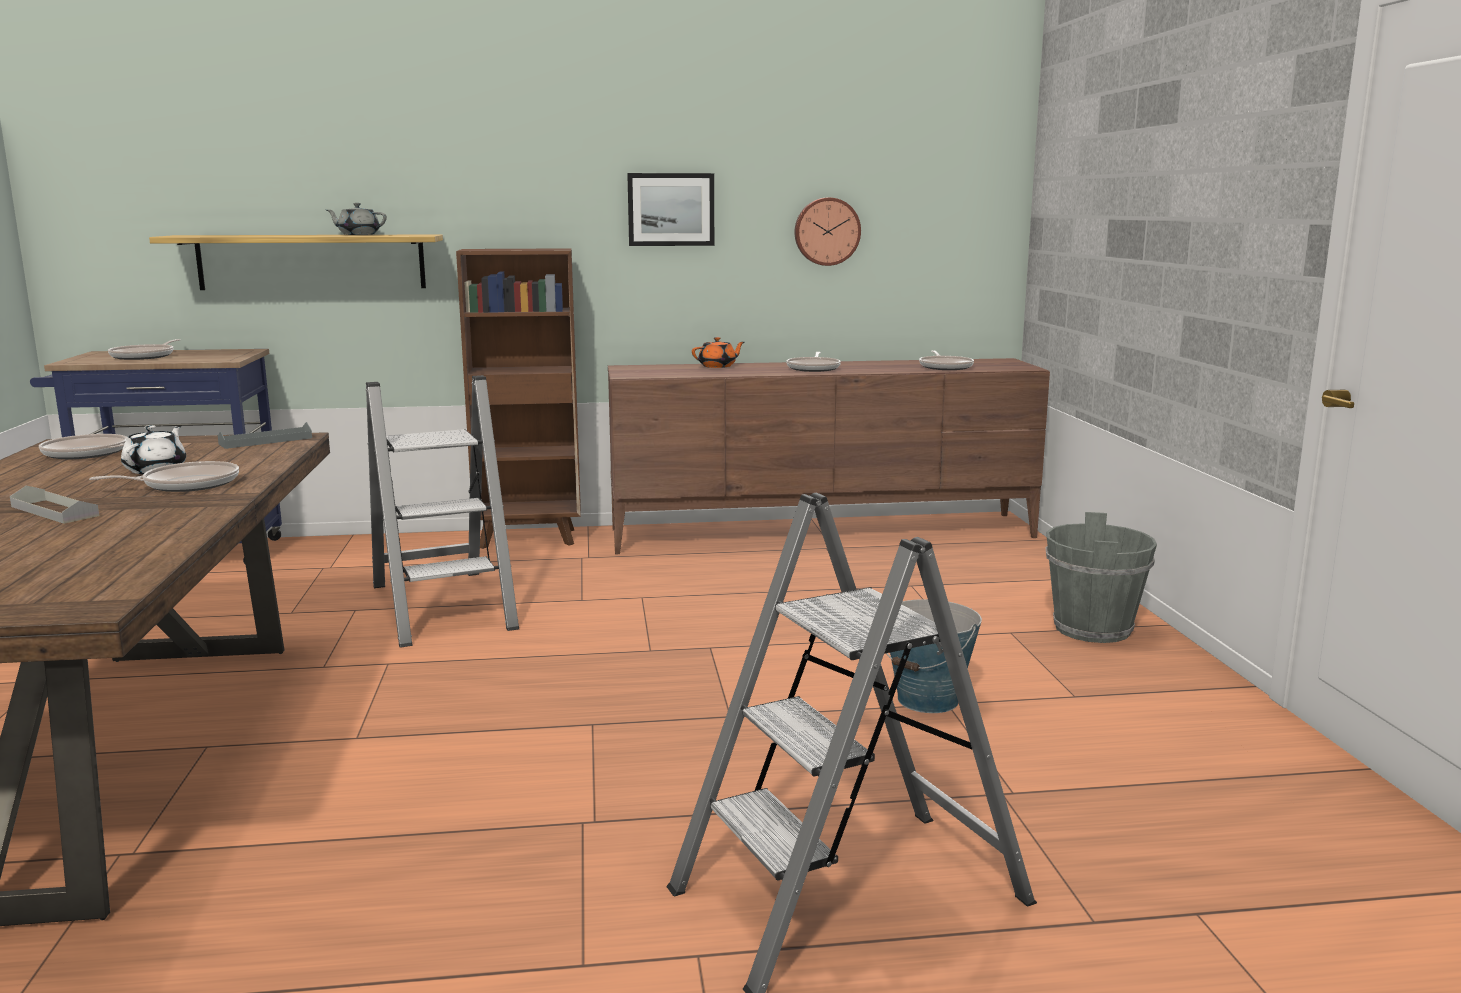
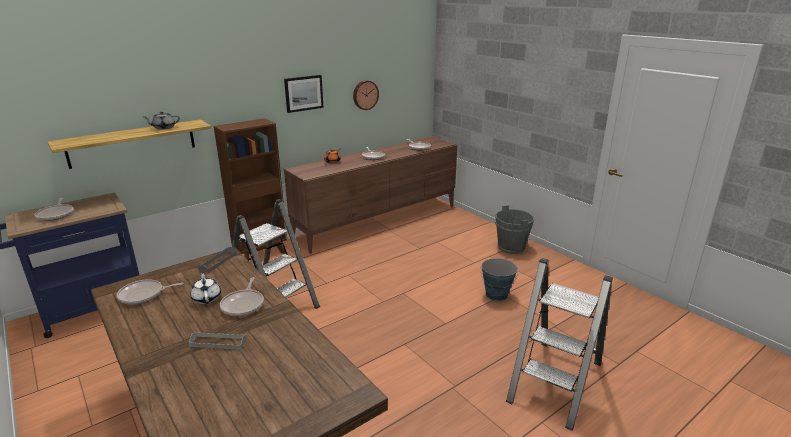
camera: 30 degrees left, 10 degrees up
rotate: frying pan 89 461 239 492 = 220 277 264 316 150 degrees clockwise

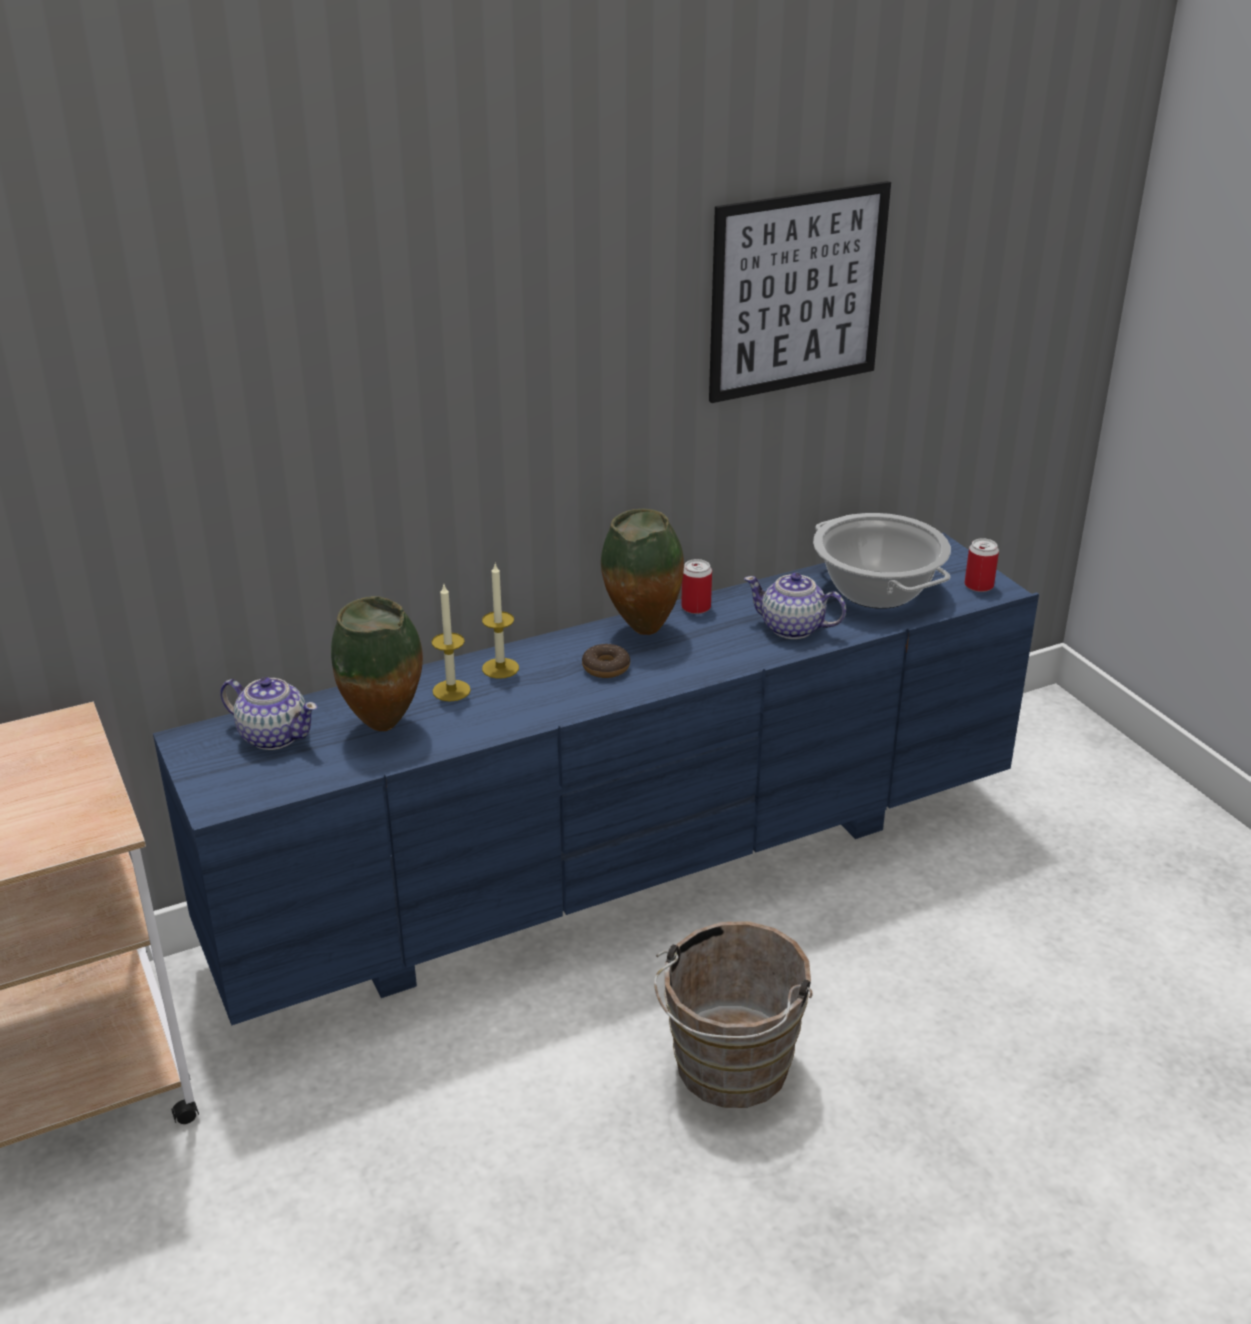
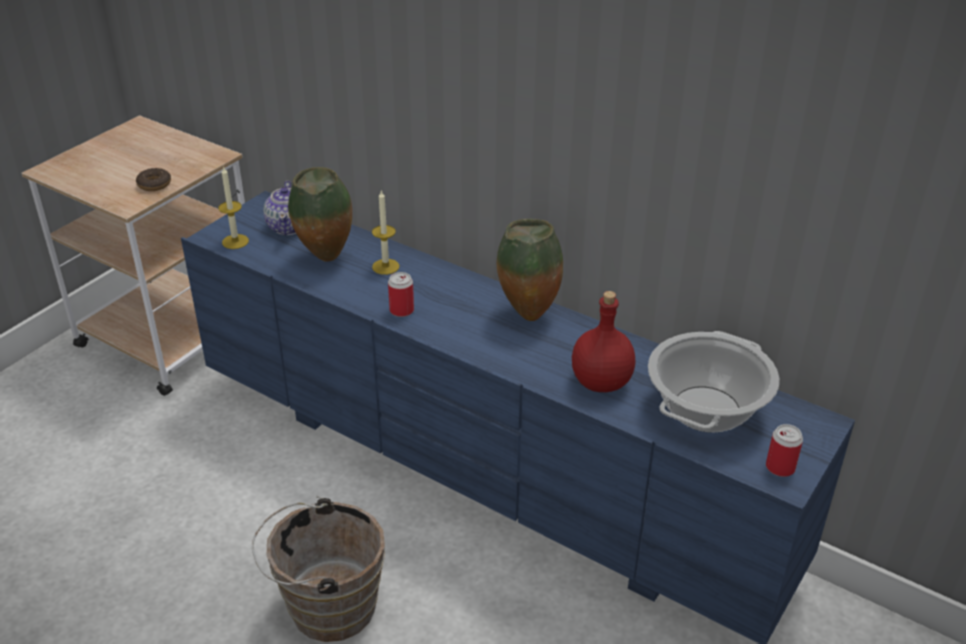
camera: 60 degrees right, 5 degrees up
delete: wall picture 709 181 891 403
move: donut 582 644 630 678 to 136 168 171 191; wax light 482 564 519 679 to 218 166 249 249; can 681 559 712 614 to 388 272 414 317
replace: pot for tea 744 573 846 639 to red-coloured beverage bottle 572 291 635 392

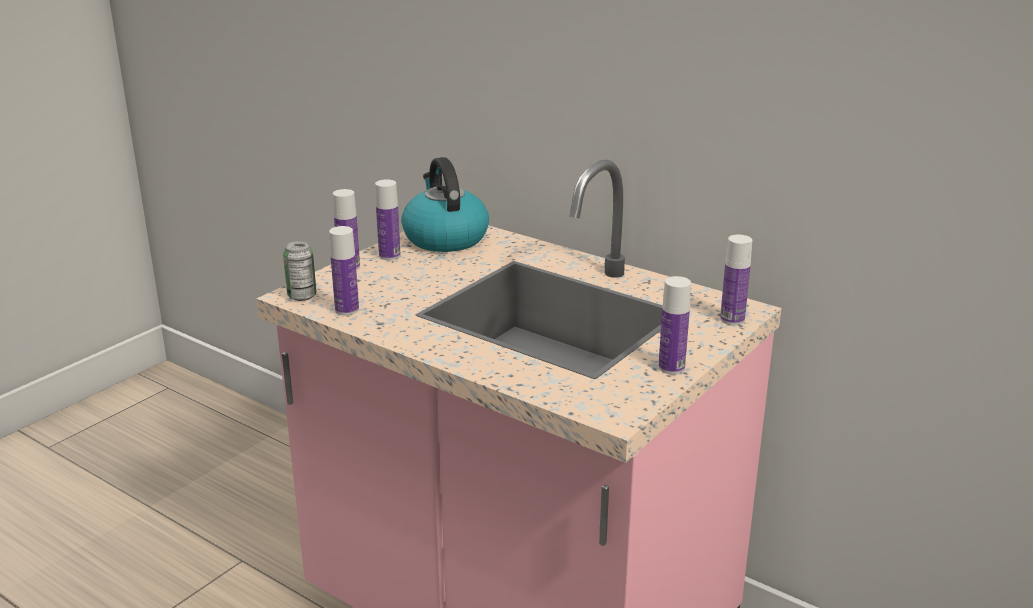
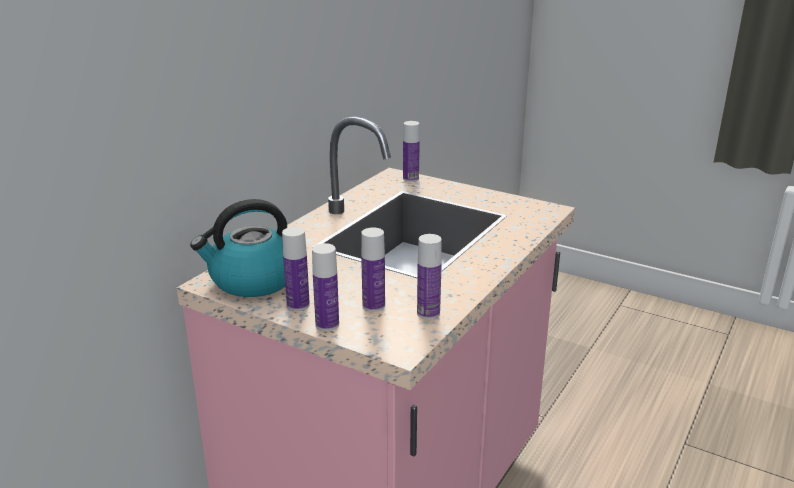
camera: 95 degrees left, 0 degrees up
delete: can 283 241 317 301
move: beverage bottle 658 276 691 375 to 361 228 385 312

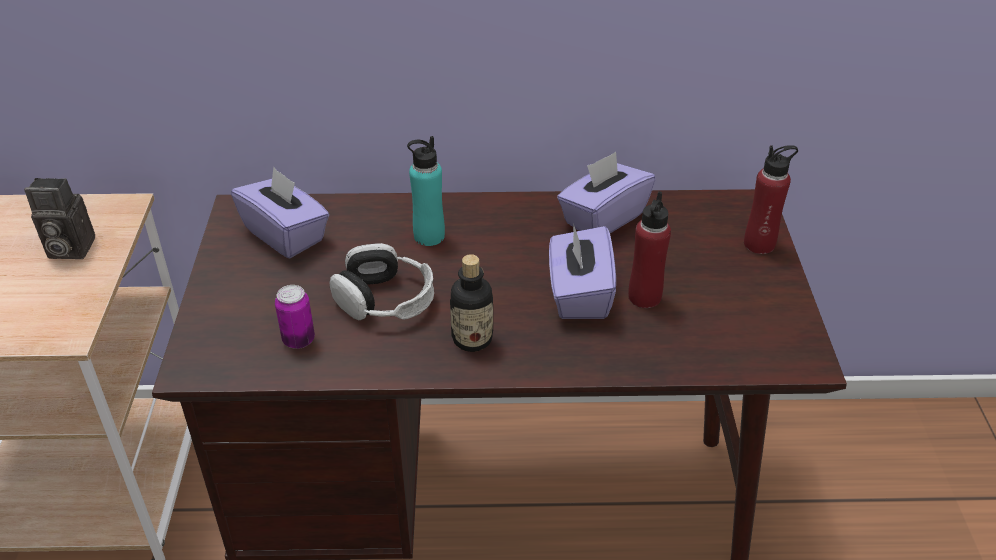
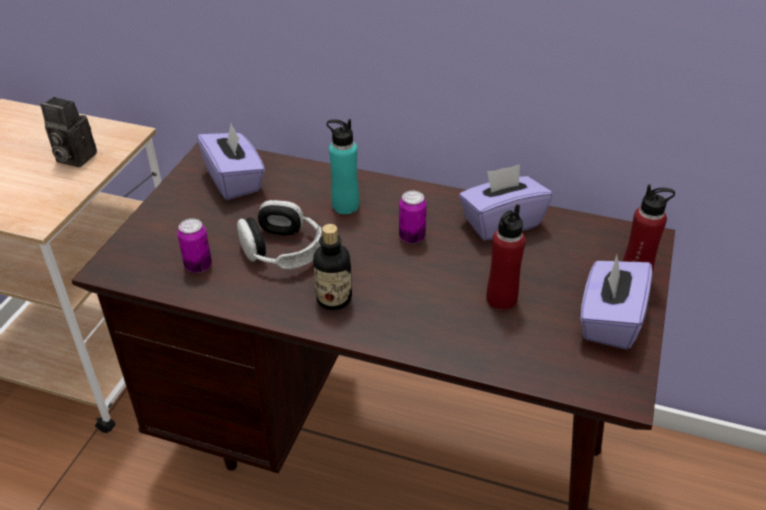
camera: 20 degrees right, 0 degrees up
insert: can 399 191 427 244
move: purple tissue box 549 224 616 319 to 580 255 652 350

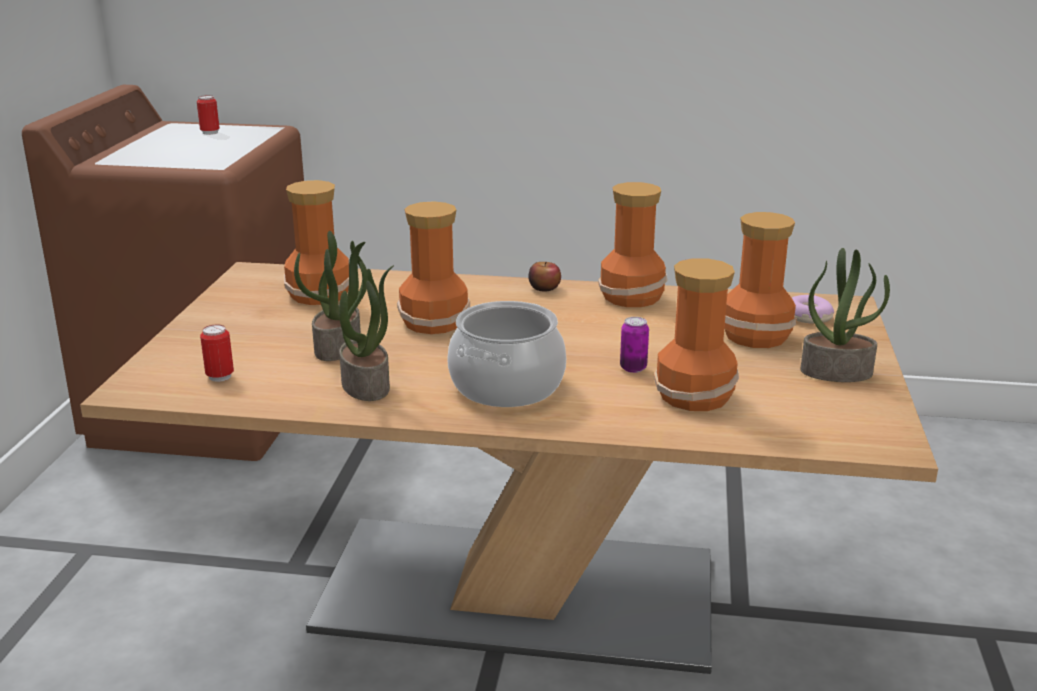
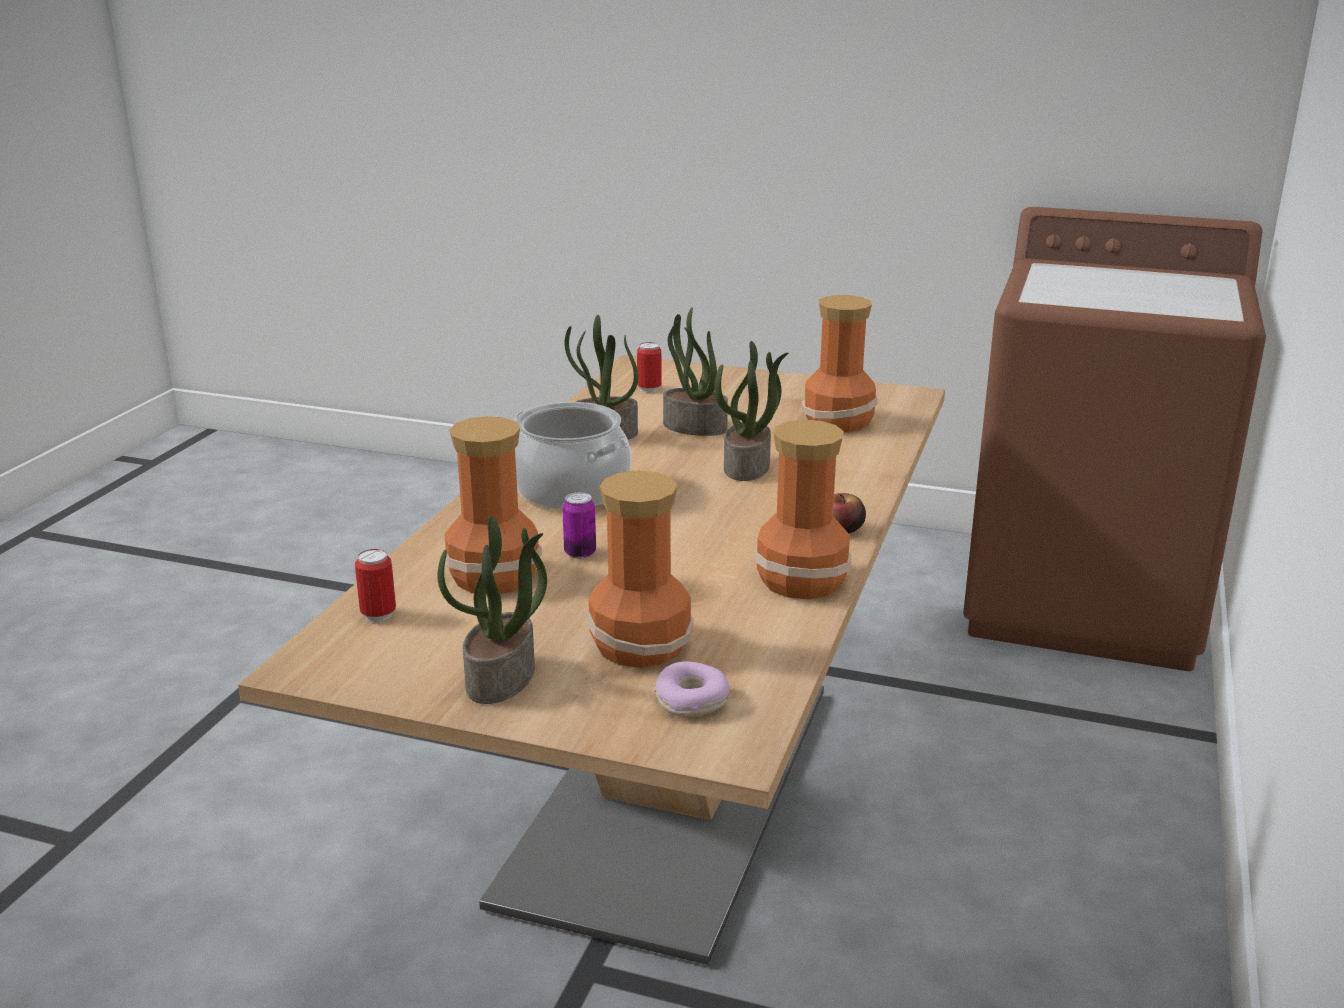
camera: 100 degrees right, 0 degrees up
move: can 197 95 220 135 to 355 549 396 622
replace: flower vase 397 201 470 334 to houseplant 714 341 788 481

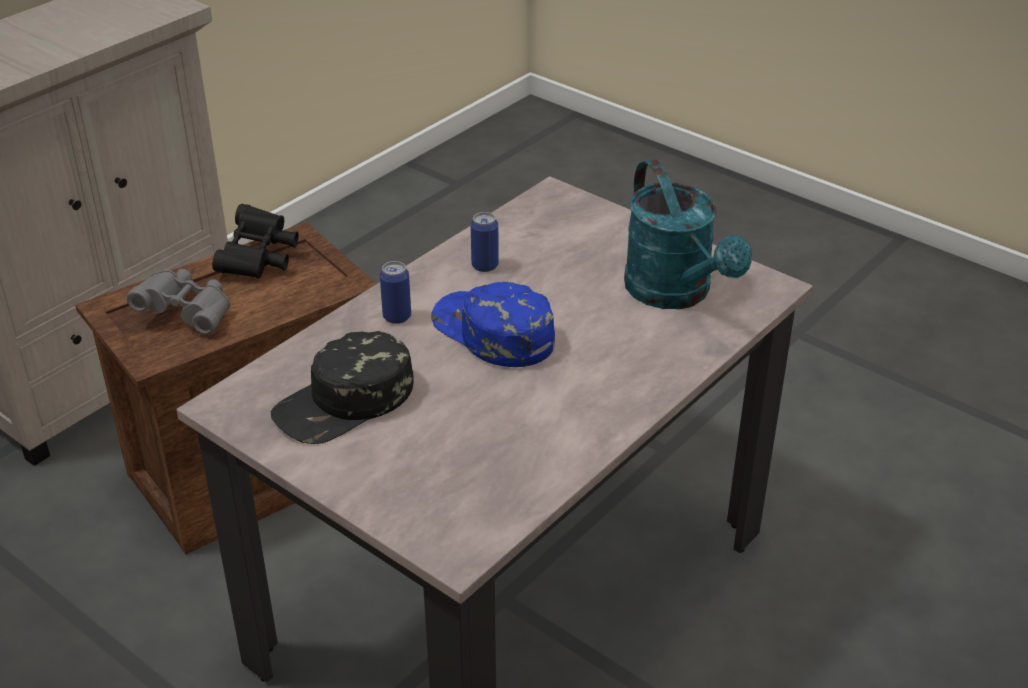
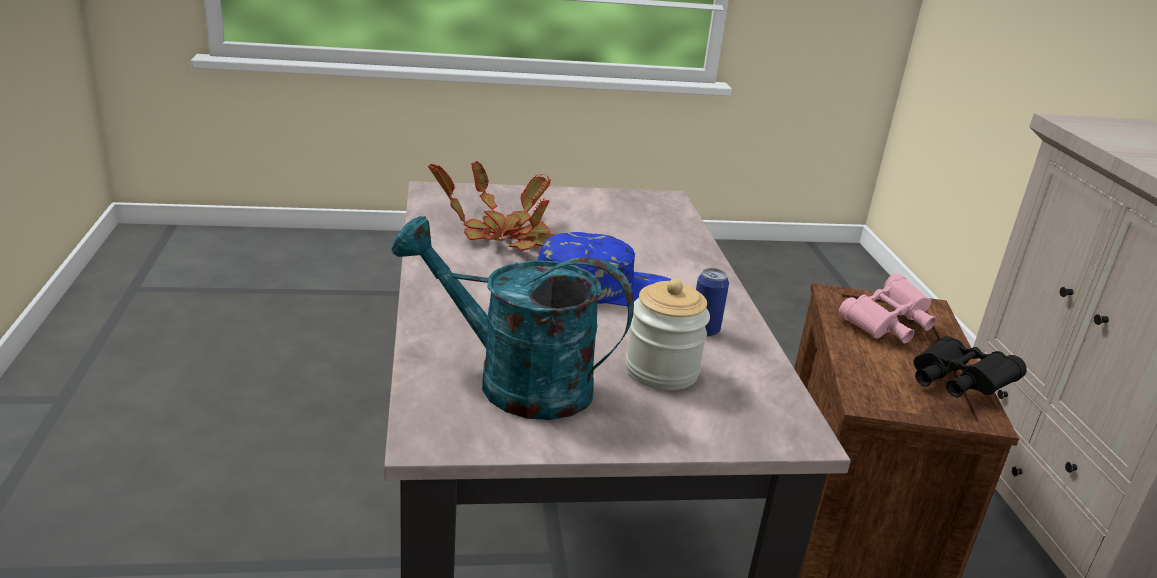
camera: 130 degrees right, 10 degrees down
delete: blackish cap 271 331 414 444; can 380 261 411 324
insert: houseplant 428 161 556 251; jar 626 279 710 390
recolor: grey binoculars 126 269 231 334 to pinkish binoculars 839 273 936 344

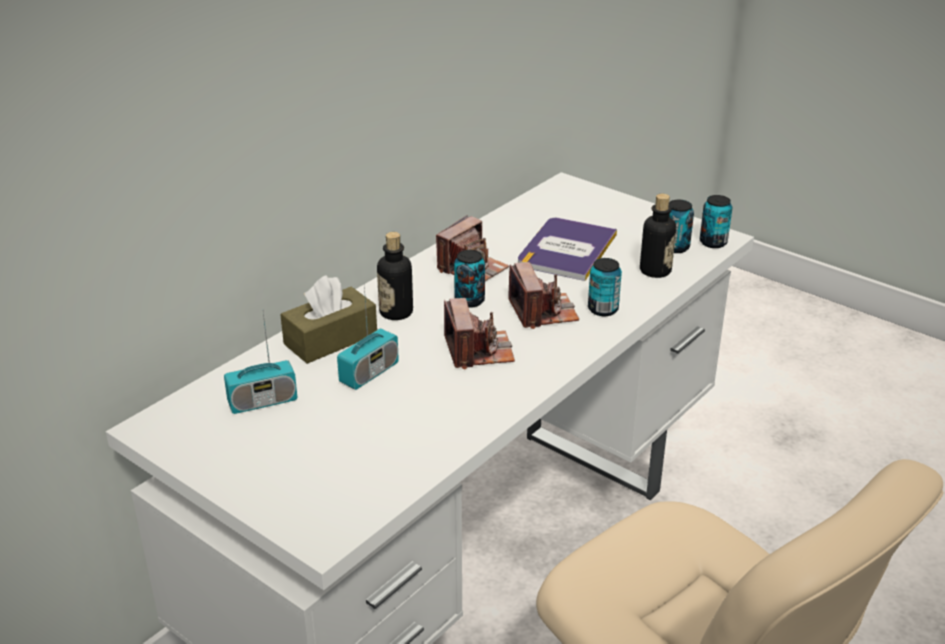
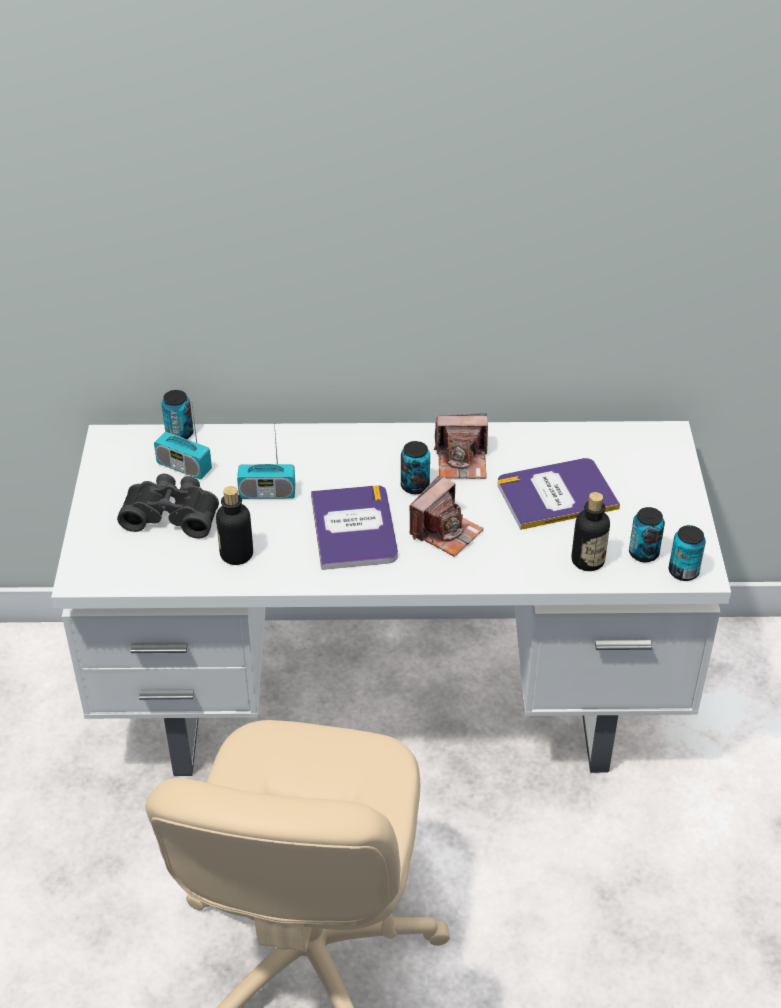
camera: 50 degrees right, 10 degrees up
delete: brownish tissue box 280 275 377 364
insert: blackish binoculars 117 474 219 538
move: can 588 258 622 316 to 162 390 194 439; beverage bottle 377 232 413 320 to 216 486 253 565
replace: still camera 444 298 515 369 to bound book 311 485 398 570

